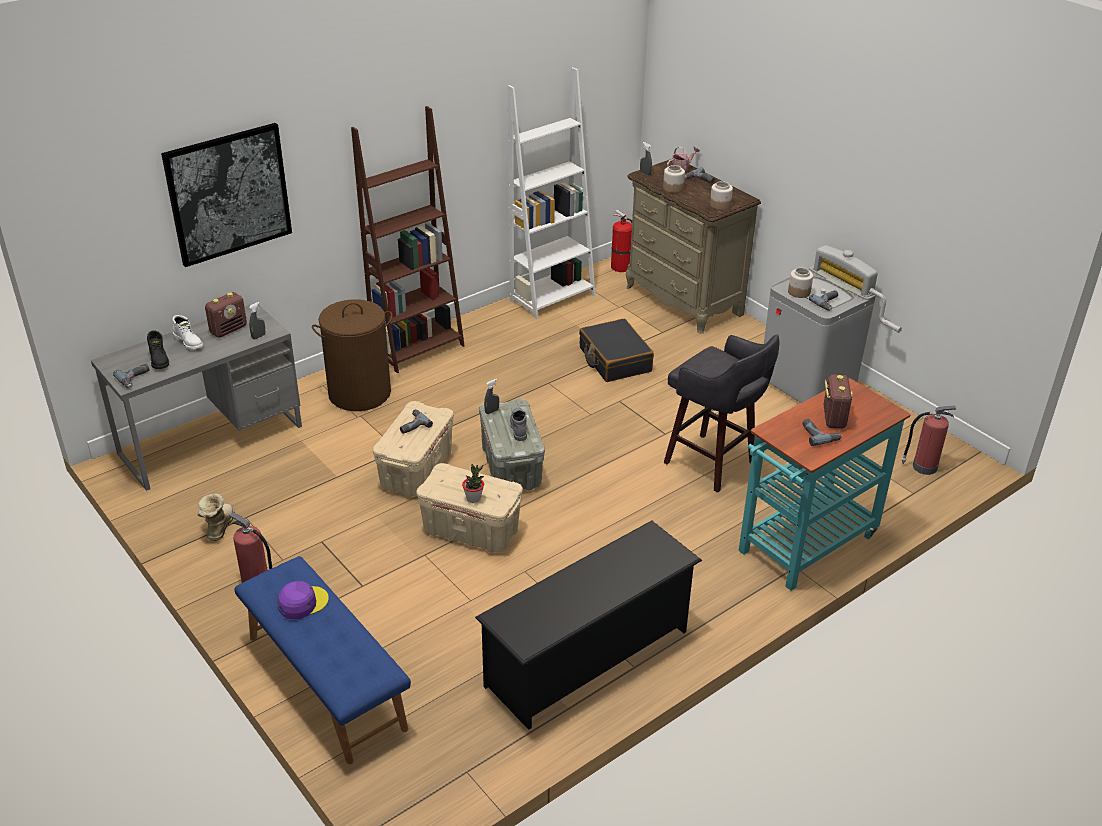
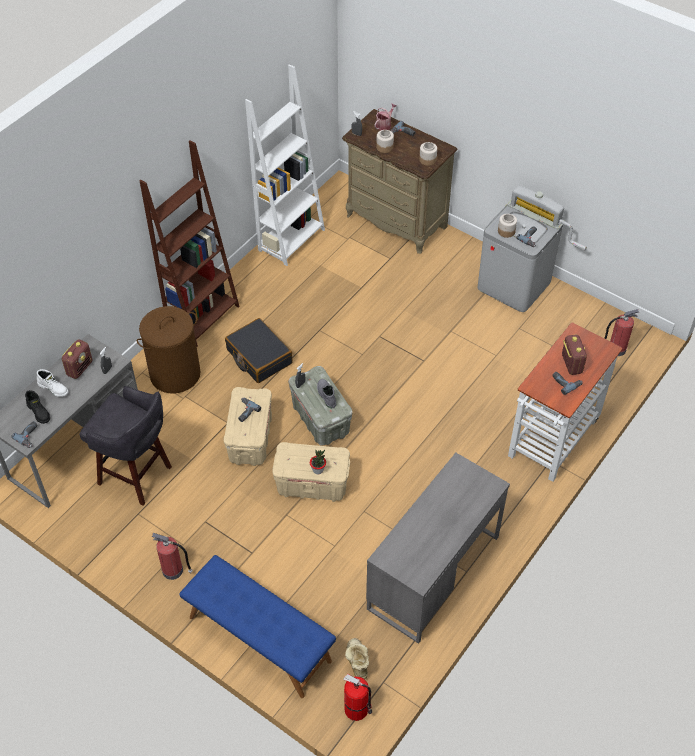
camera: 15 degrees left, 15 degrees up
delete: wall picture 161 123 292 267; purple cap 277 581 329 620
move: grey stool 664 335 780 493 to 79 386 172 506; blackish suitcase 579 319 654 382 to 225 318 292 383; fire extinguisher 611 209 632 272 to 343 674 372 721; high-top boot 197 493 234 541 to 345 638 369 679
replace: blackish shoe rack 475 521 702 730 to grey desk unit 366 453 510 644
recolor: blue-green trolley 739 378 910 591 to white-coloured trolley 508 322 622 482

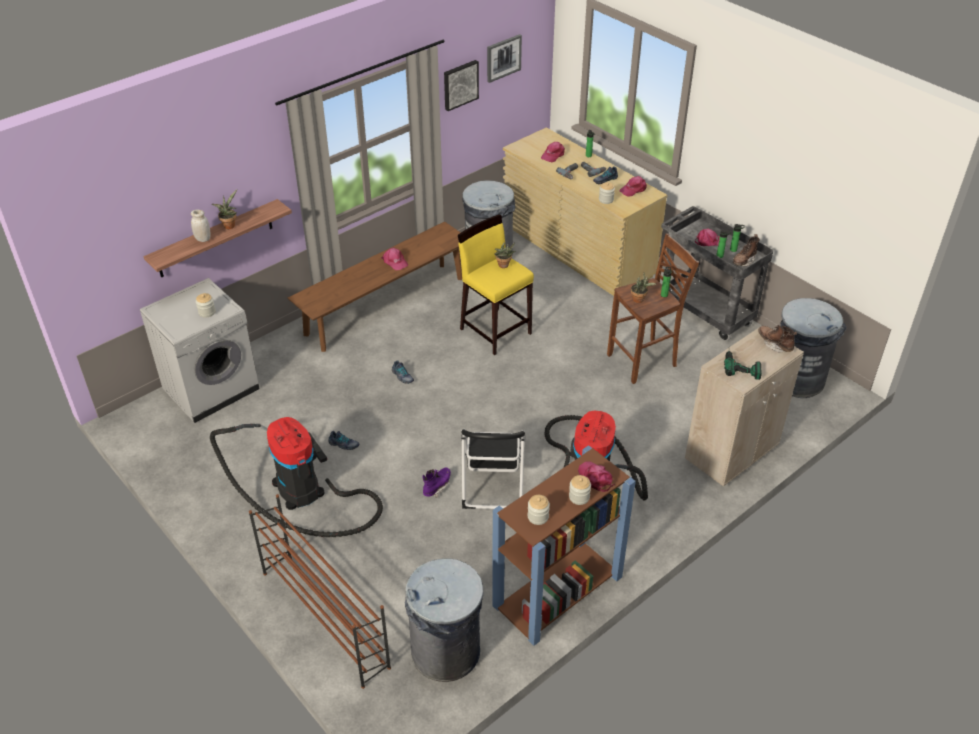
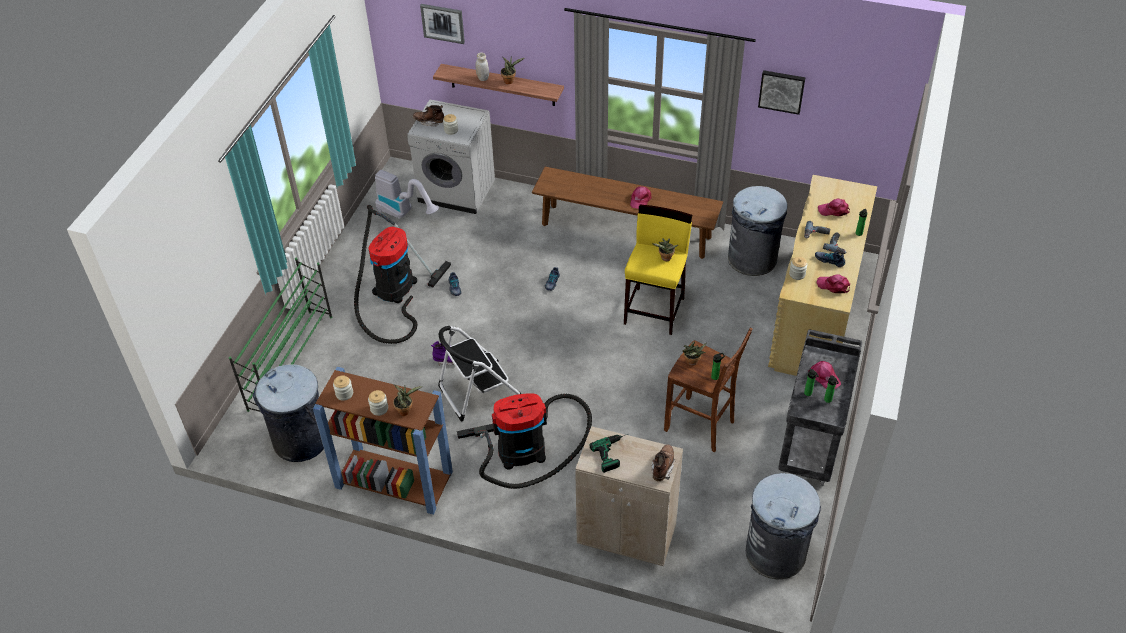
camera: 60 degrees right, 5 degrees up
insert: vacuum cleaner 375 170 439 219
move: brownish high-top boot 733 234 760 266 to 413 105 444 127; wall picture 487 34 522 83 to 420 4 465 44
replace: pinkish cap 578 461 615 492 to houseplant 393 384 423 416
recolor: brownish shoe rack 249 494 391 689 to green shoe rack 229 258 332 412

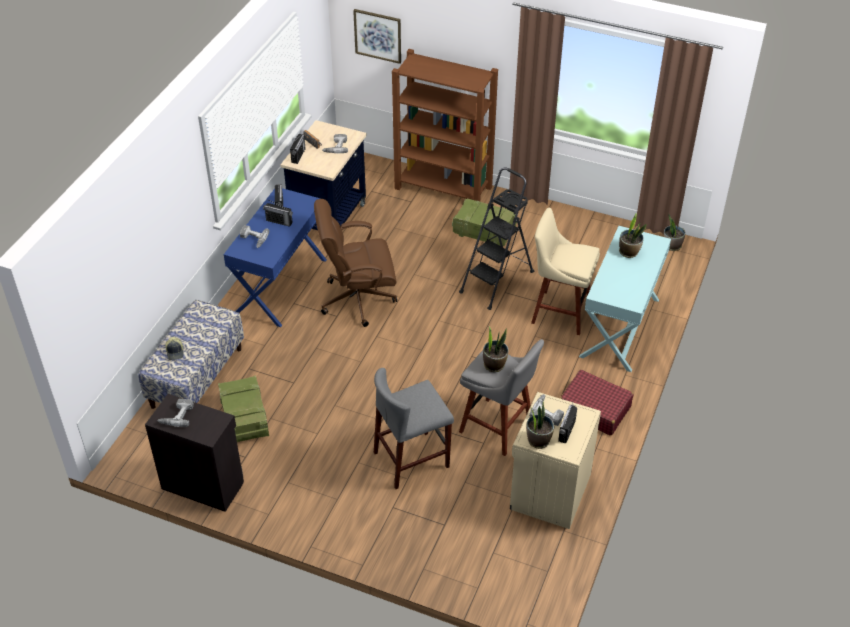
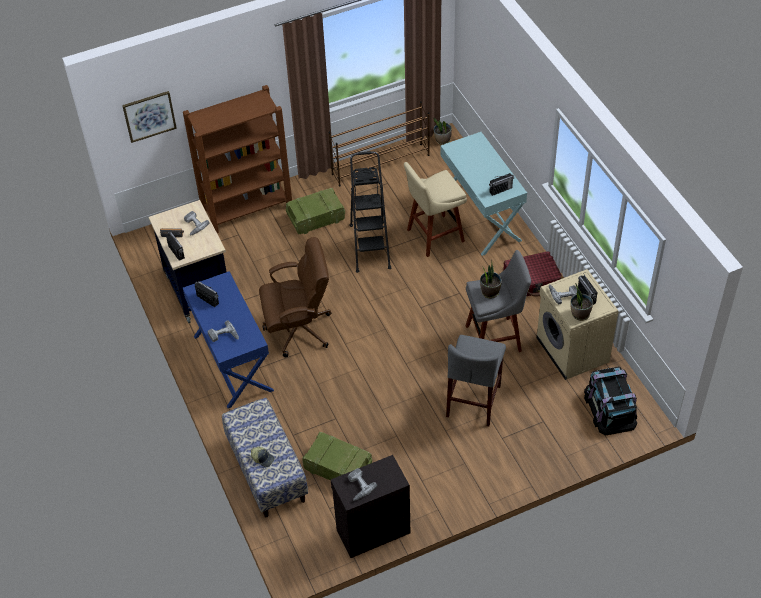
camera: 45 degrees left, 5 degrees up
delete: houseplant 619 213 647 258
insert: brownish shoe rack 329 101 430 186; blackish storage bin 584 367 637 435
move: radio set 263 199 293 227 to 489 173 514 196
rotate: brownish desk chair 314 199 397 327 = 259 237 332 357 135 degrees counterclockwise

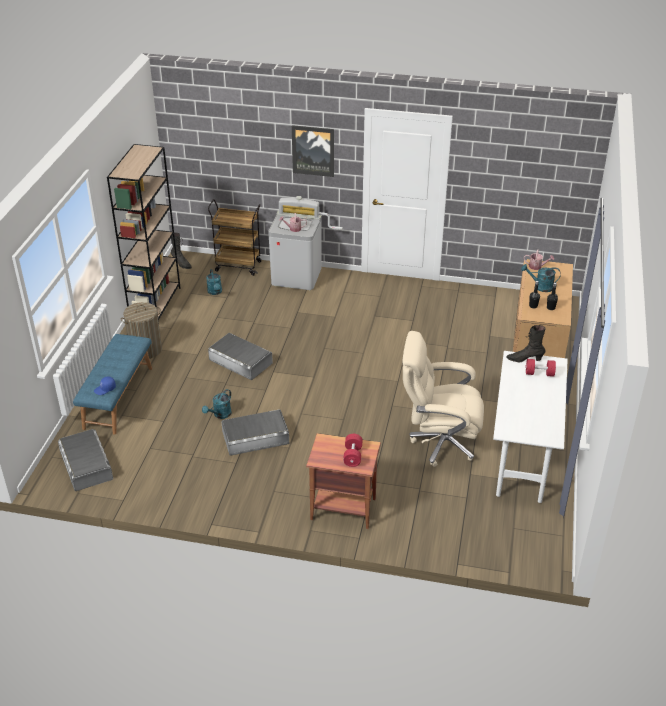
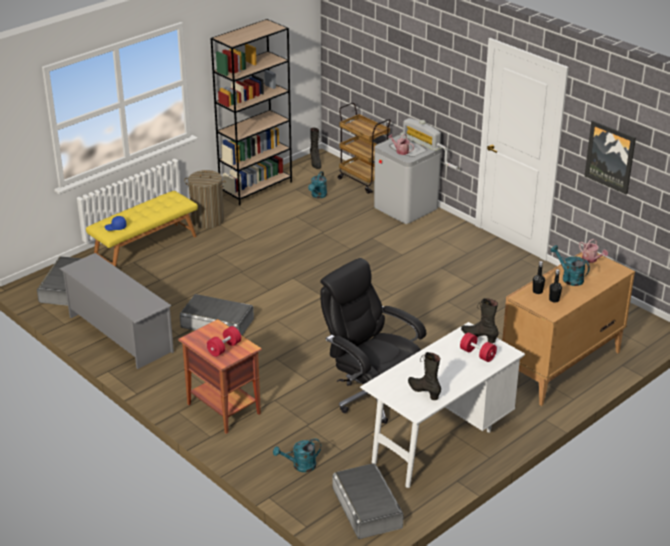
camera: 35 degrees right, 5 degrees down
insert: grey shoe rack 60 253 174 369; blackish high-top boot 408 352 441 400
move: blue-green sprinkling can 202 389 232 419 to 273 439 321 472; grey storage bin 208 333 273 380 to 333 463 404 539; wall picture 292 125 334 177 to 585 120 636 195
recolor: blue-coloured bench 73 334 152 435 to yellow bench 86 191 198 267; beige-coloured desk chair 403 331 484 467 to blackish desk chair 320 258 426 423

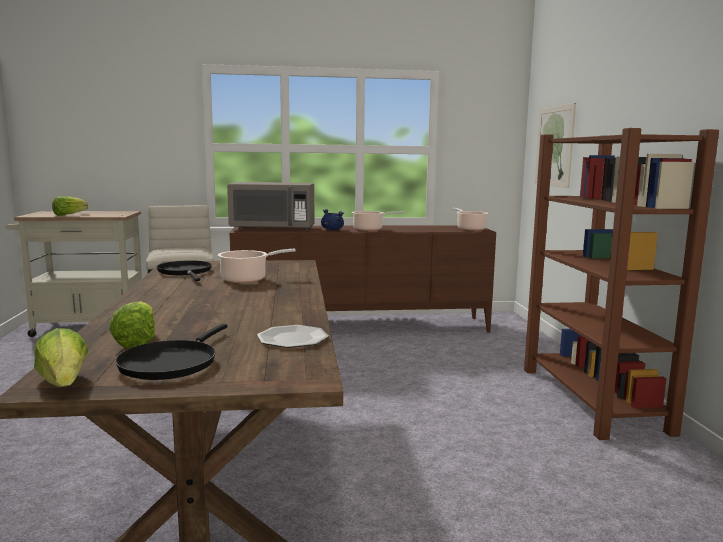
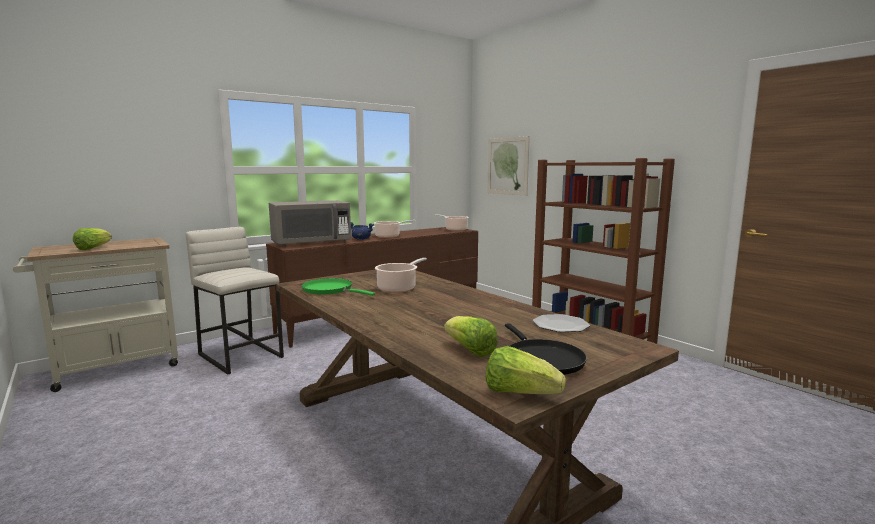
camera: 30 degrees left, 0 degrees up
recolor: blackish frying pan 156 260 212 281 to green frying pan 301 278 375 296

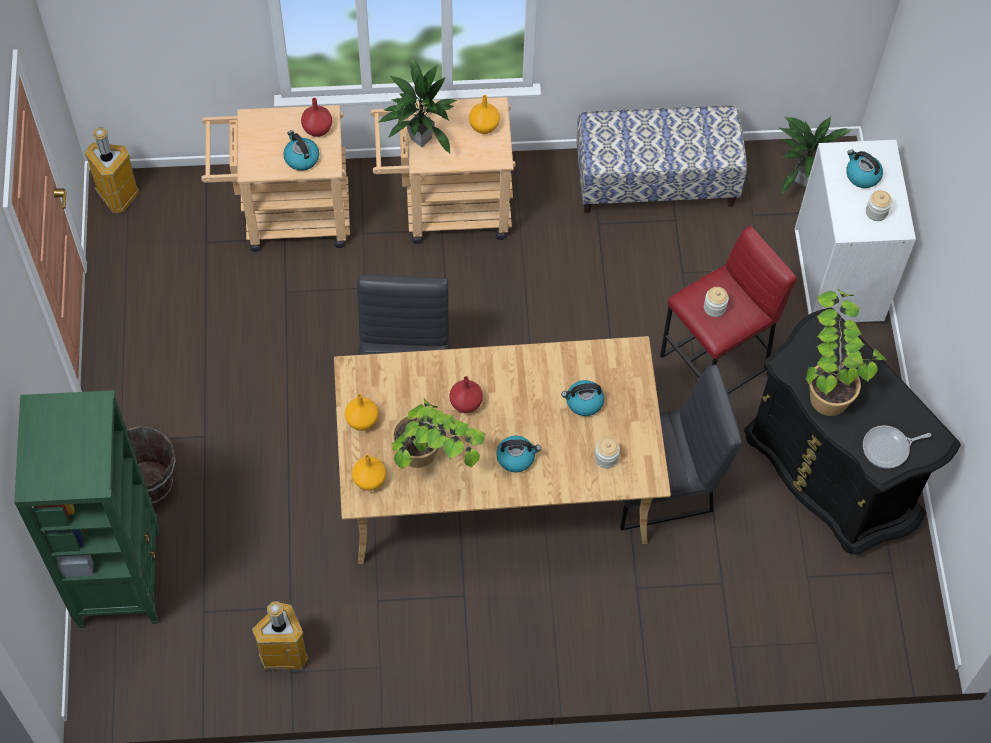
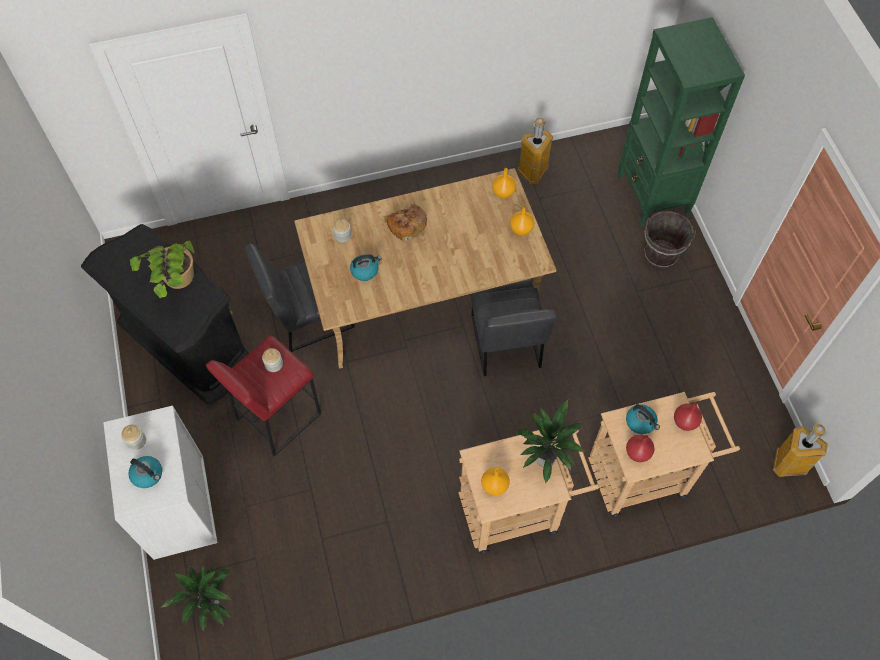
camera: 170 degrees right, 0 degrees up
delete: houseplant 391 399 486 470; bench 576 105 747 213; frying pan 863 425 931 469
move: red-coloured flower vase 449 376 483 413 to 674 403 702 431
replace: tea kettle 496 436 541 472 to bread 384 204 427 242

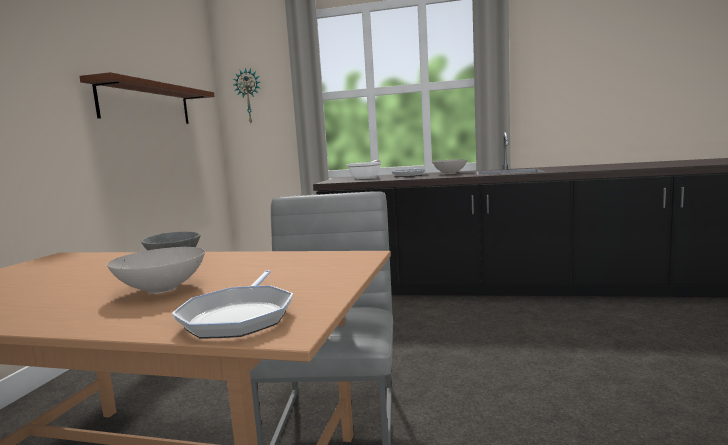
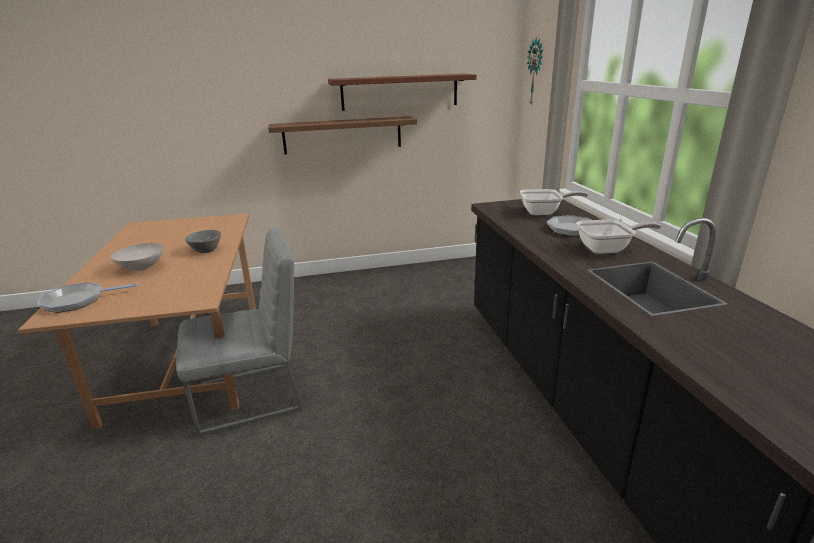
camera: 65 degrees right, 15 degrees up
insert: brownish wall shelf 268 116 417 154
replace: white-coloured serving bowl 432 159 468 174 to frying pan 576 219 661 254

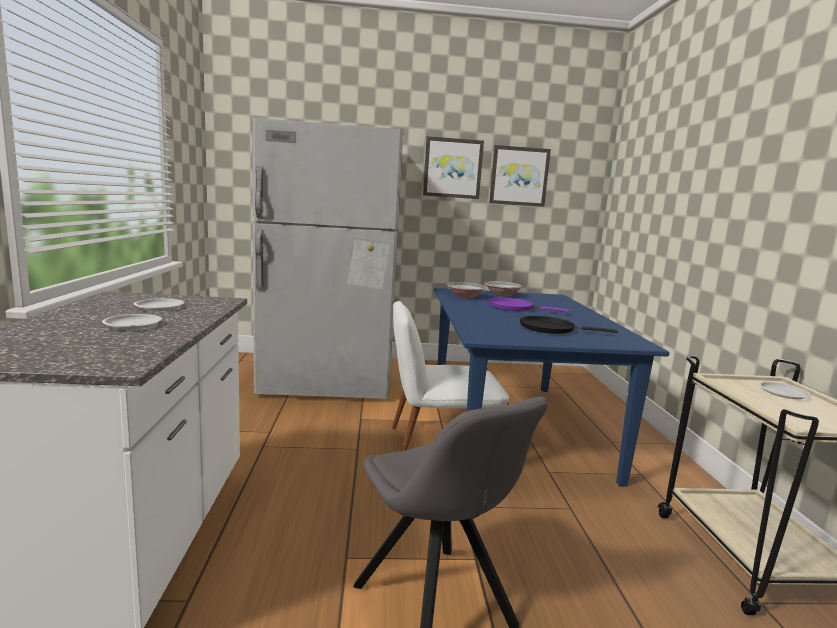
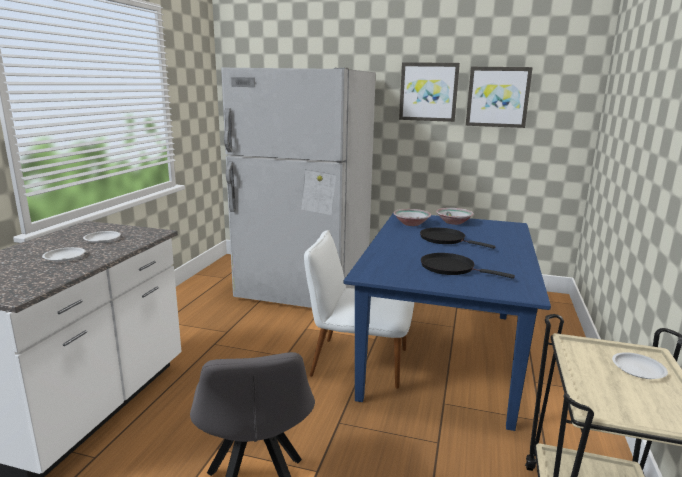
camera: 20 degrees right, 5 degrees up
recolor: purple frying pan 488 297 569 312 to blackish frying pan 420 228 495 249

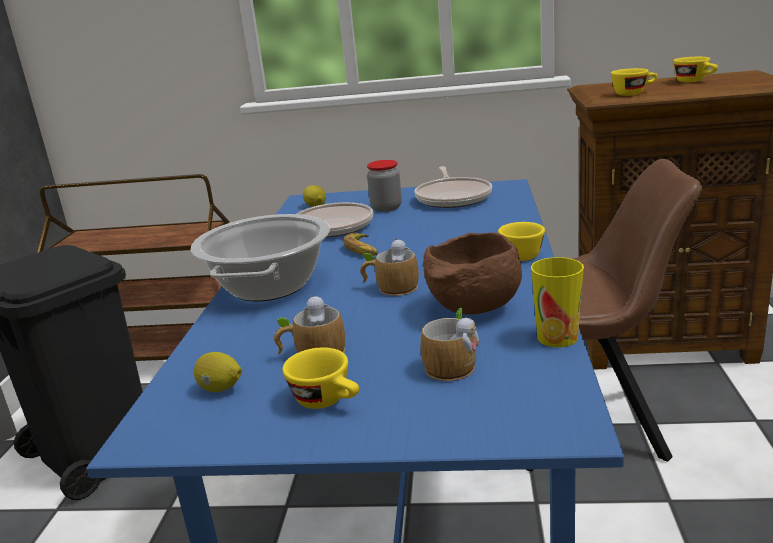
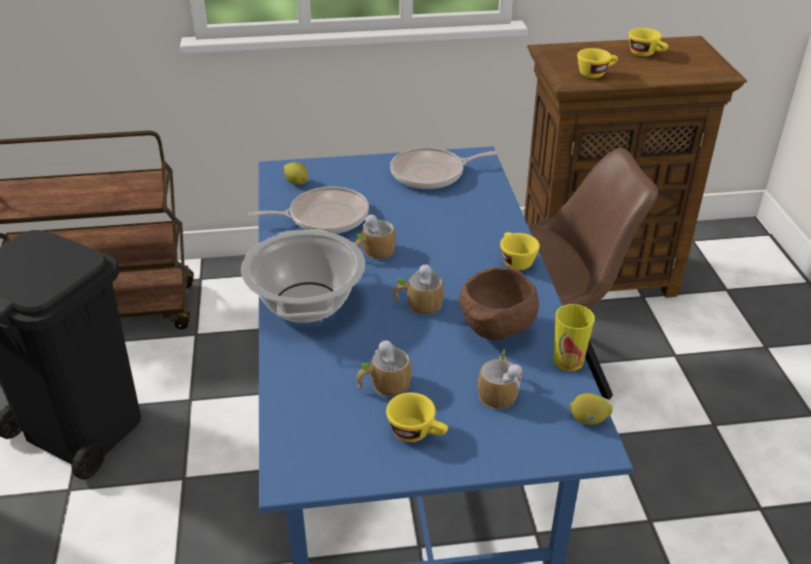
camera: 15 degrees left, 15 degrees up
delete: jar 367 160 402 212
move: whole lemon 194 352 242 392 to 570 393 613 425
replace: banana 343 233 378 256 to mug 354 214 396 259
rotate: frying pan 415 166 492 208 = 390 147 497 189 90 degrees clockwise

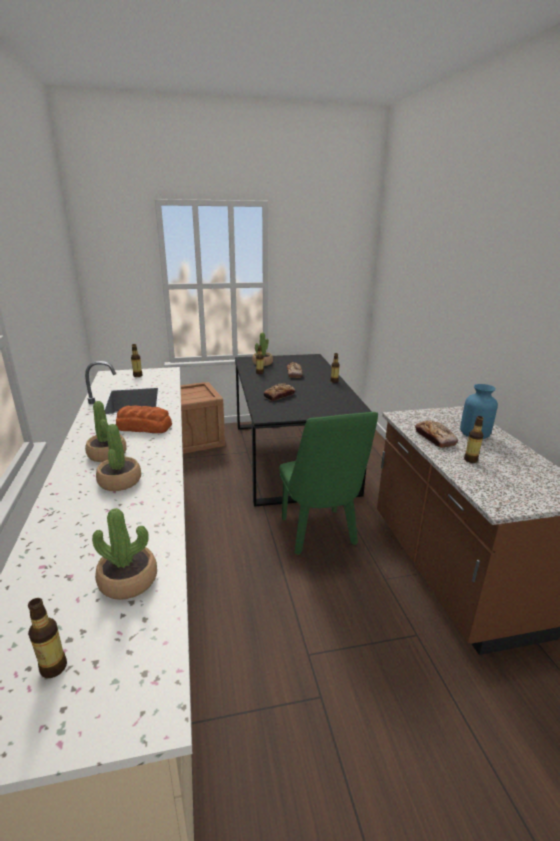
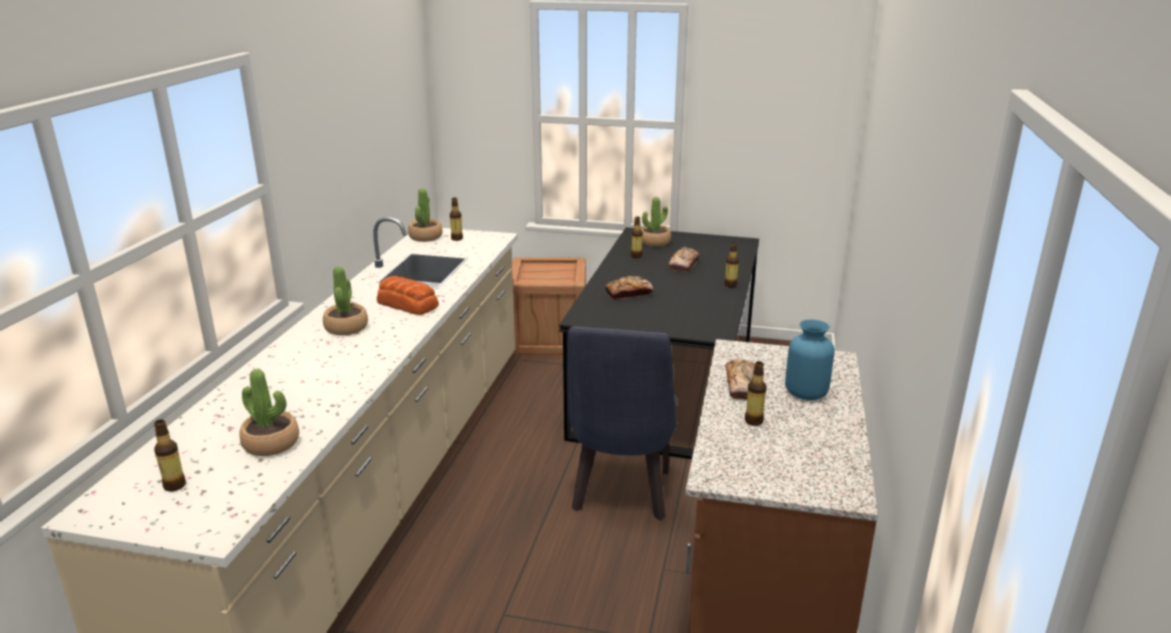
camera: 25 degrees right, 0 degrees up
move: houseplant 96 424 141 491 to 408 188 442 242
recolor: green chair 279 412 378 555 to blue-coloured chair 567 327 677 520

